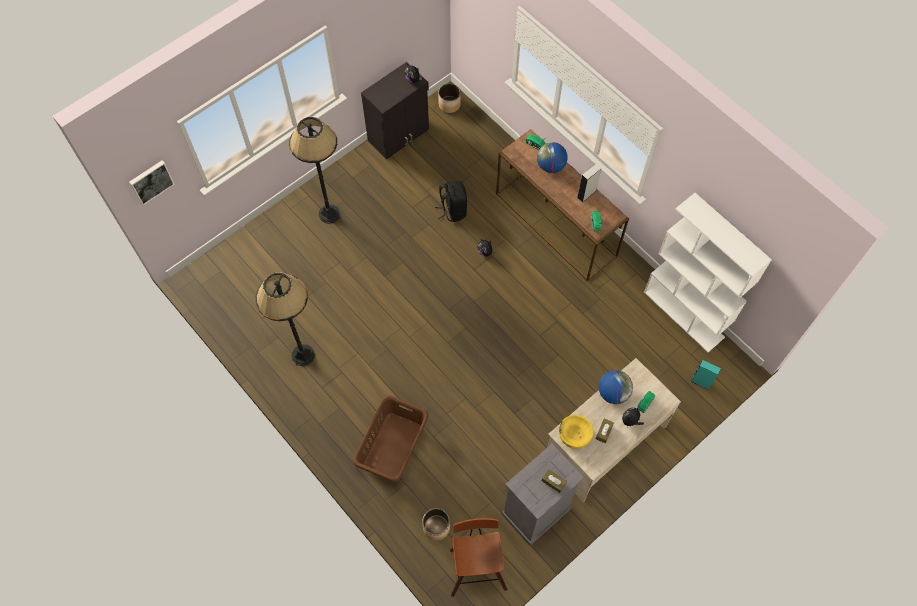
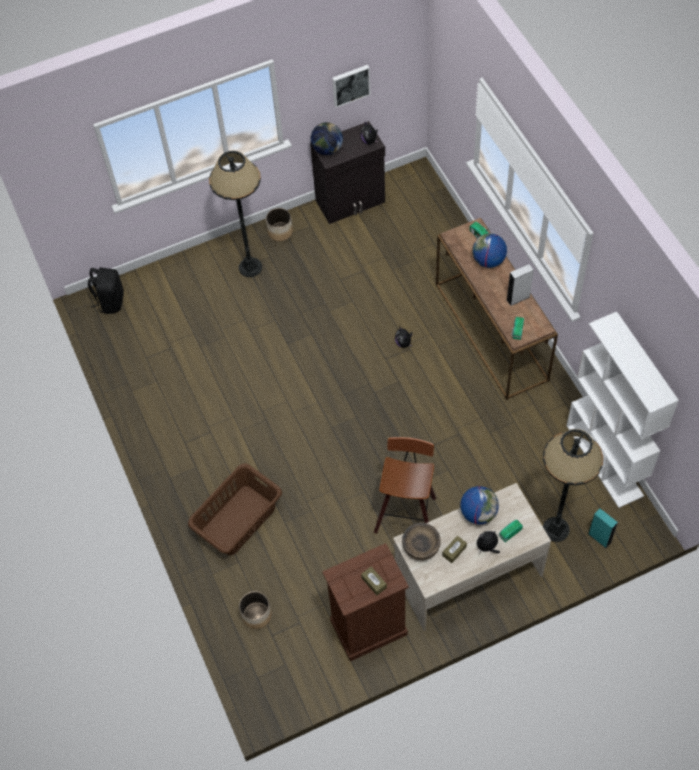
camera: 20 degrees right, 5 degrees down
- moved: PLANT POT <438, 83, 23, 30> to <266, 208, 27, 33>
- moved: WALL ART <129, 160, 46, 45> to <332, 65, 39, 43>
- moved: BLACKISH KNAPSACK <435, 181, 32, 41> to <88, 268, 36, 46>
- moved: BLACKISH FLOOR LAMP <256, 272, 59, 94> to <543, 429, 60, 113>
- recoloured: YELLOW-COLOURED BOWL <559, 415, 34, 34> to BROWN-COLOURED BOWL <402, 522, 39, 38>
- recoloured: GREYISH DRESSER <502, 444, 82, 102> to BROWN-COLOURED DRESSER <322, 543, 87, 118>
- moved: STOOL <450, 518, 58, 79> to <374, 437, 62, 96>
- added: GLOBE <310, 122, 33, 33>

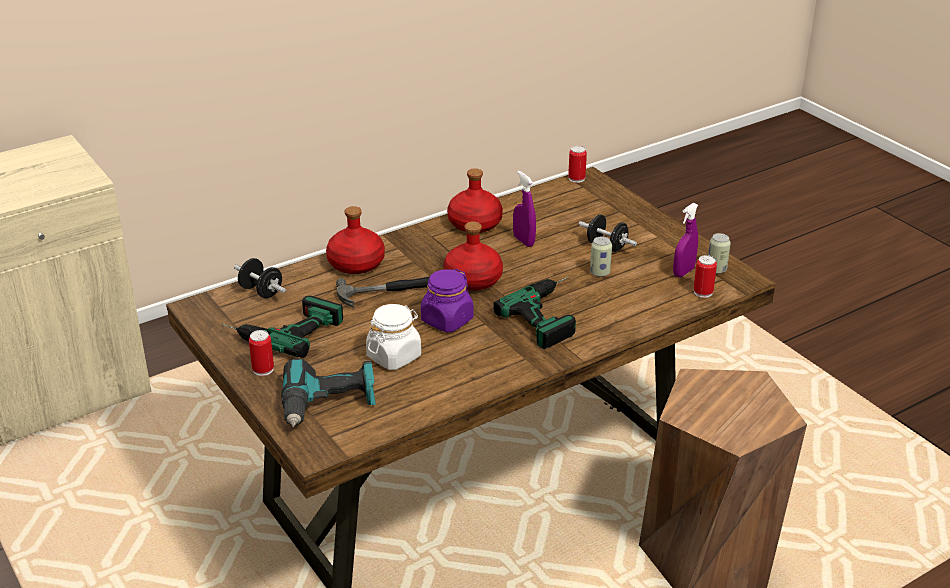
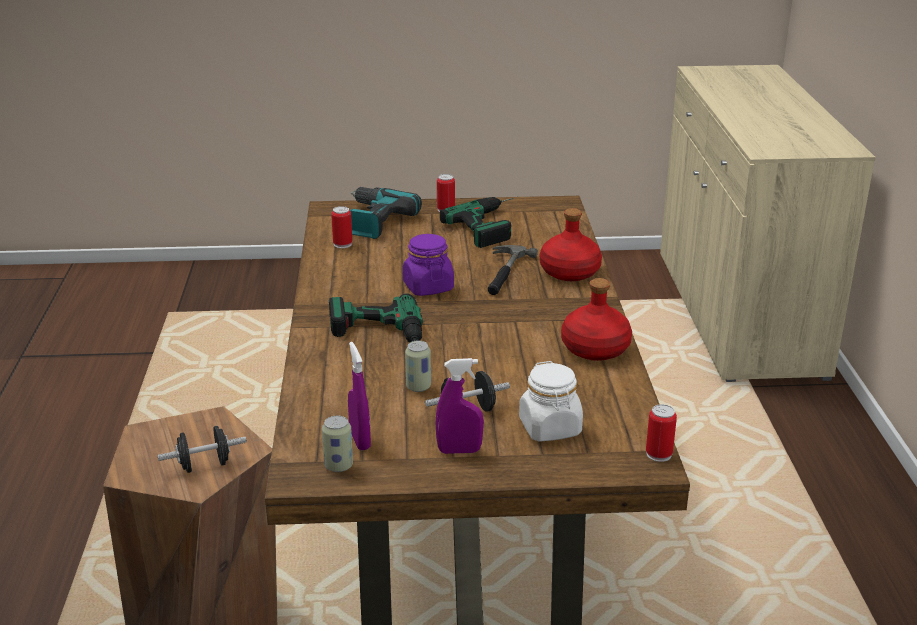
camera: 120 degrees right, 5 degrees down
- moved: PURPLE-COLOURED HAND SPRAYER <513, 171, 23, 76> to <436, 358, 48, 96>
- removed: RED BOTTLE <443, 221, 60, 70>
- moved: METAL CAN <694, 255, 23, 43> to <331, 206, 21, 42>
- moved: BLACKISH DUMBBELL <234, 258, 52, 40> to <157, 426, 90, 47>
- moved: WHITE STORAGE JAR <366, 304, 55, 66> to <519, 361, 64, 81>

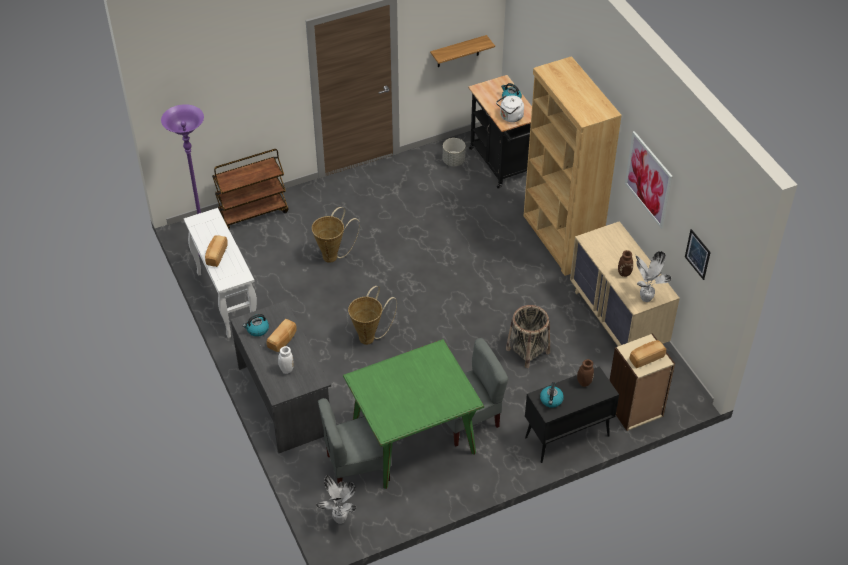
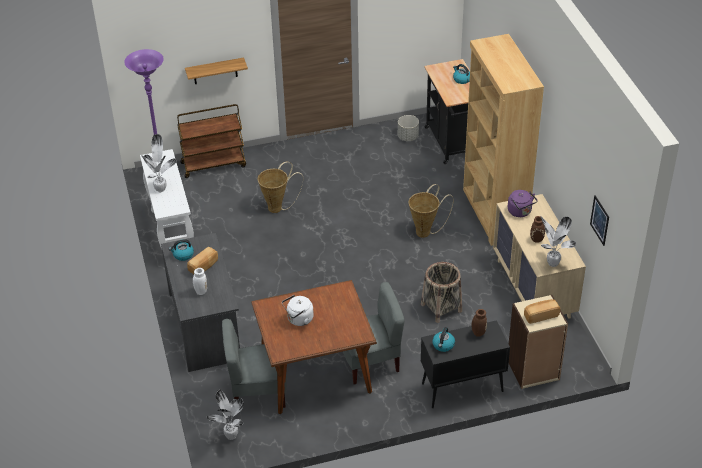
camera: 10 degrees right, 5 degrees down
- moved: BRACKET SHELF <430, 35, 65, 32> to <185, 58, 63, 26>
- moved: WHITE WATER KETTLE <496, 95, 28, 27> to <282, 295, 32, 31>
- removed: WALL ART <625, 131, 48, 98>
- replaced: BREAD <205, 235, 23, 32> to POTTED PLANT <141, 134, 35, 58>
- moved: BASKET <348, 286, 49, 59> to <409, 184, 44, 54>
- recoloured: GREEN DINING TABLE <343, 339, 141, 150> to BROWN-COLOURED DINING TABLE <251, 280, 126, 134>
- added: PURPLE-COLOURED WATER KETTLE <508, 190, 29, 27>

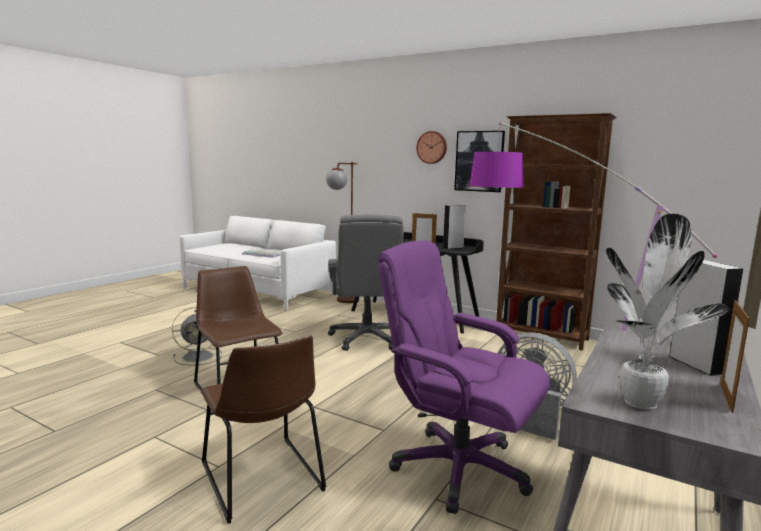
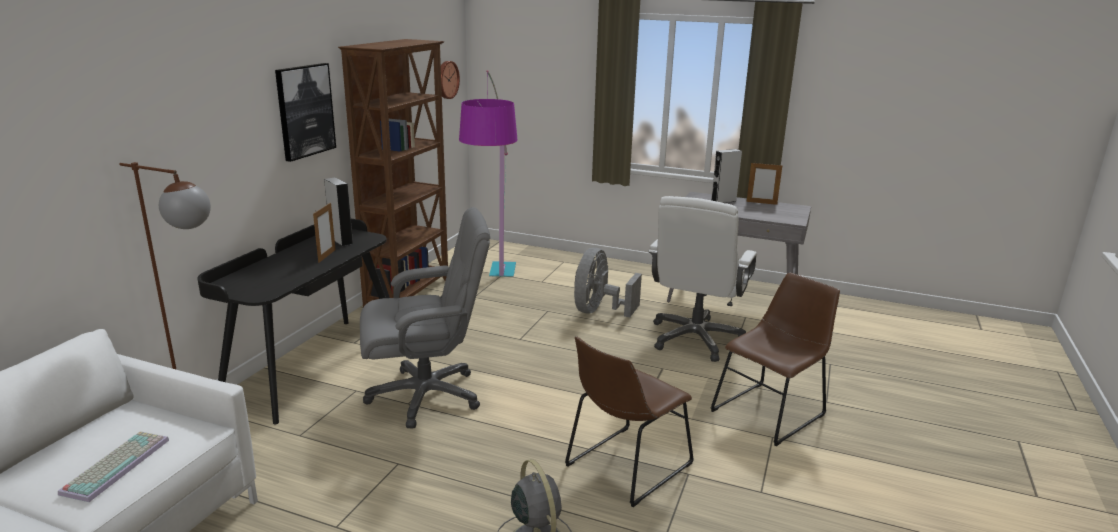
camera: 100 degrees left, 10 degrees up
- moved: WALL CLOCK <416, 131, 31, 33> to <441, 61, 19, 38>
- removed: POTTED PLANT <606, 214, 123, 196>
- recoloured: PURPLE-COLOURED DESK CHAIR <378, 240, 172, 274> to WHITE DESK CHAIR <648, 196, 109, 166>

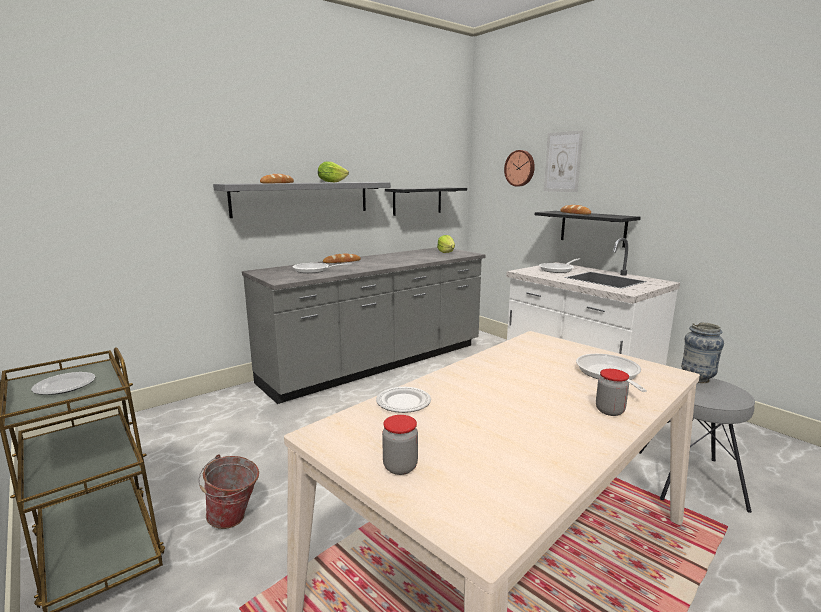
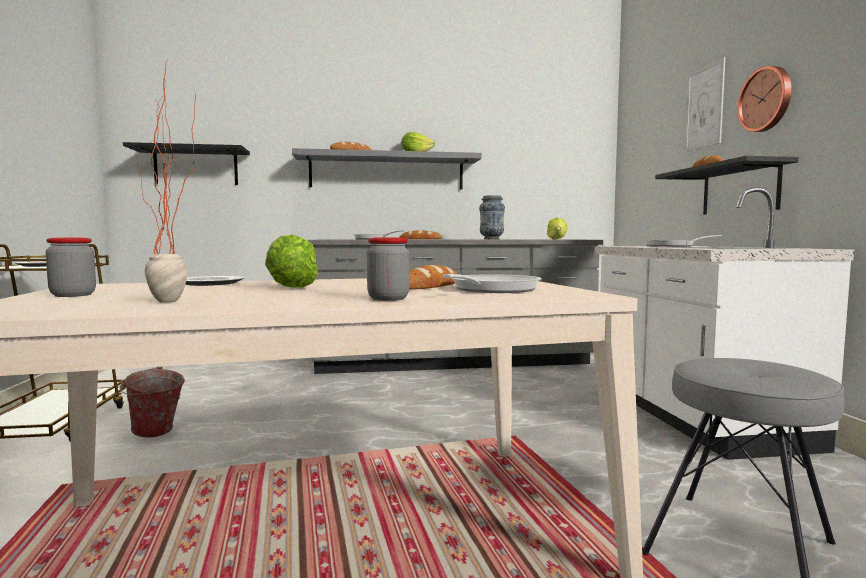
camera: 30 degrees right, 10 degrees down
- moved: WALL CLOCK <504, 150, 31, 36> to <737, 66, 55, 66>
- moved: BLACKISH BRACKET SHELF <385, 187, 82, 29> to <123, 142, 127, 43>
- moved: DECORATIVE VASE <681, 322, 43, 61> to <479, 195, 26, 44>
- added: POTTED PLANT <135, 58, 61, 245>
- added: LETTUCE <265, 235, 53, 53>
- added: BREAD <409, 265, 48, 25>

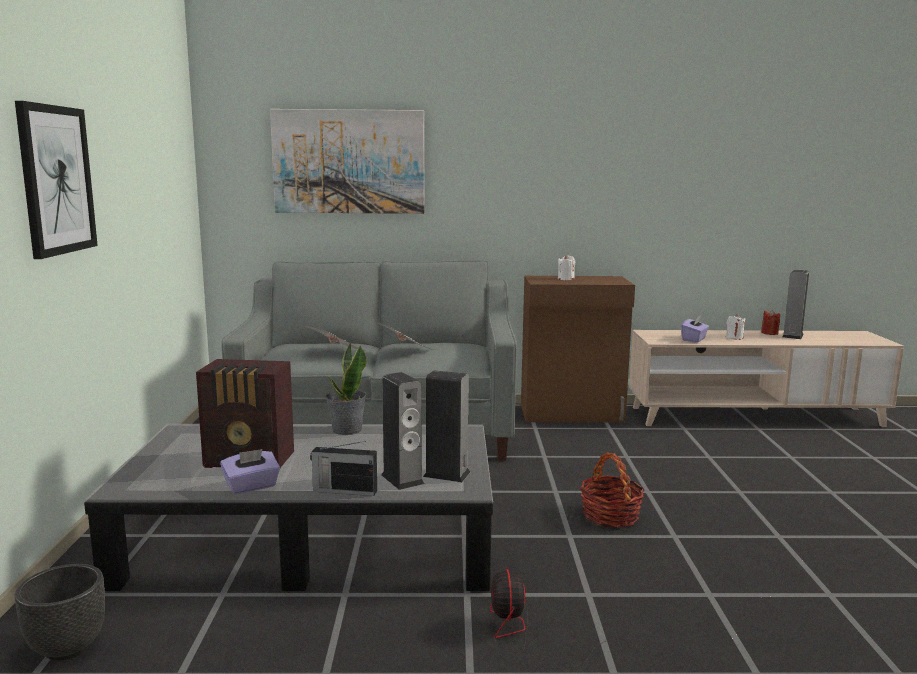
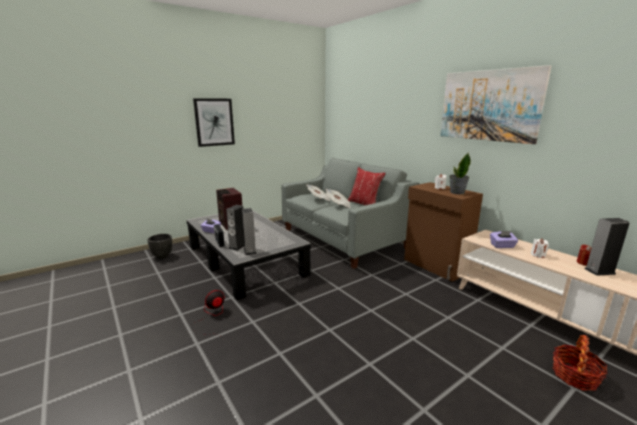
camera: 55 degrees right, 5 degrees up
- moved: WALL ART <270, 109, 154, 105> to <440, 65, 112, 79>
- moved: POTTED PLANT <325, 342, 42, 93> to <449, 152, 22, 42>
- moved: BASKET <580, 452, 64, 76> to <552, 335, 56, 56>
- added: RED CUSHION <348, 167, 38, 38>

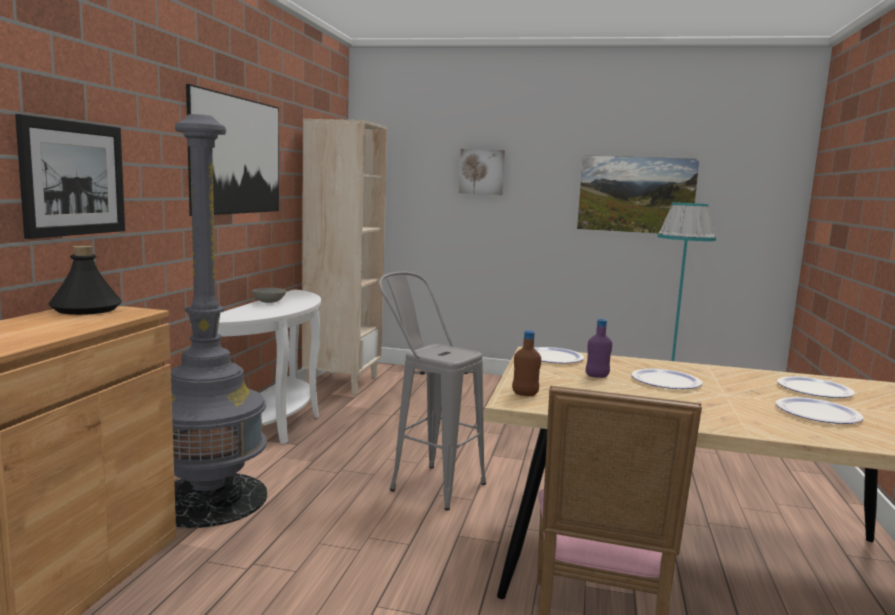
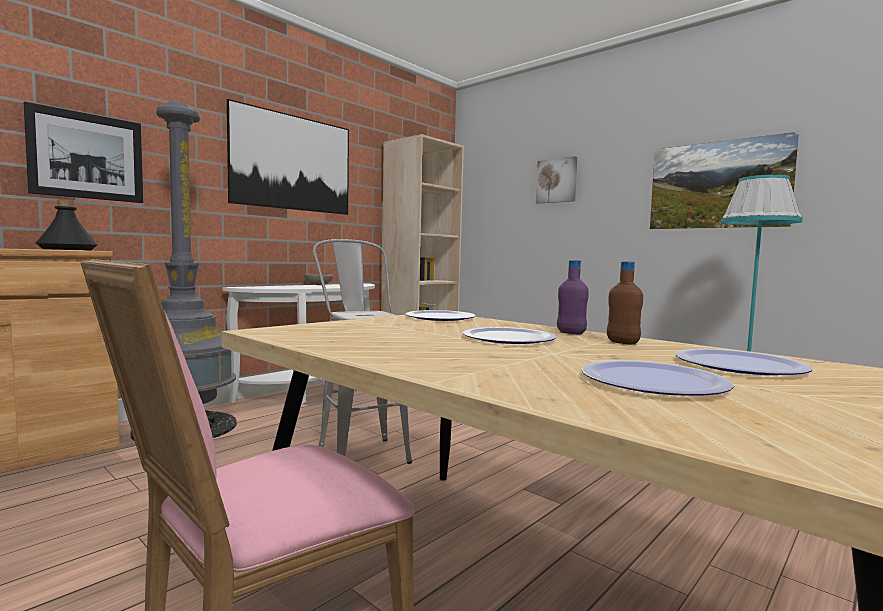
camera: 30 degrees right, 5 degrees down
- moved: PURPLE-COLOURED BOTTLE <586, 319, 26, 59> to <557, 260, 32, 74>
- moved: BROWN-COLOURED BOTTLE <512, 331, 29, 65> to <607, 261, 36, 83>

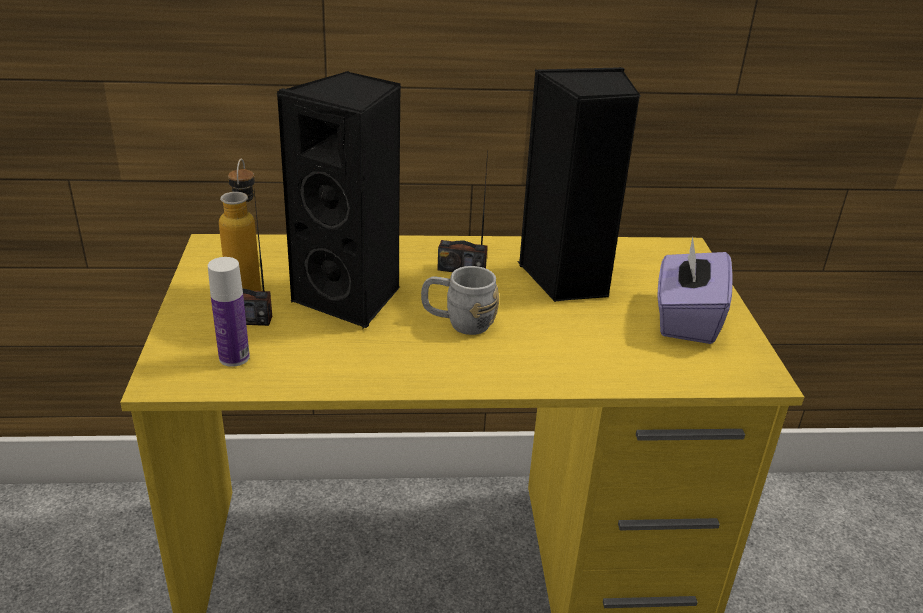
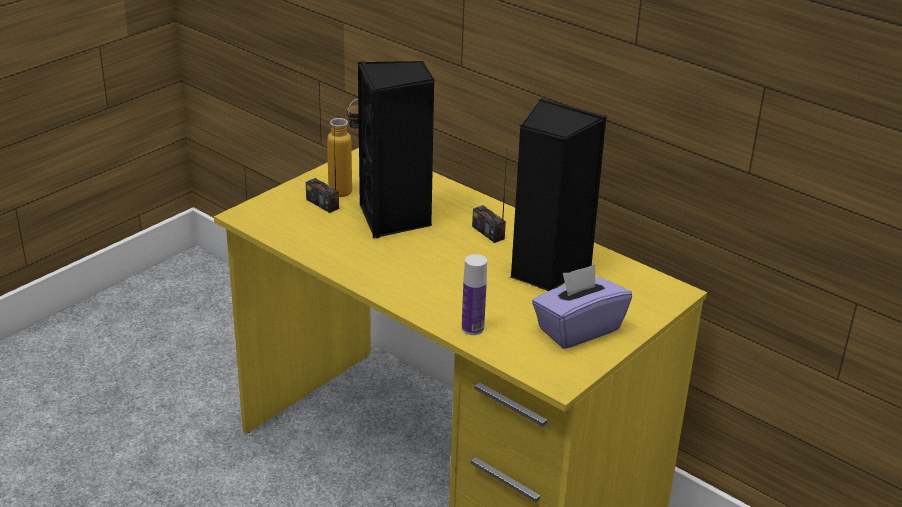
camera: 45 degrees right, 0 degrees up
- moved: BOTTLE <208, 257, 42, 110> to <462, 254, 25, 81>
- removed: GREYISH COFFEE MUG <421, 266, 78, 69>

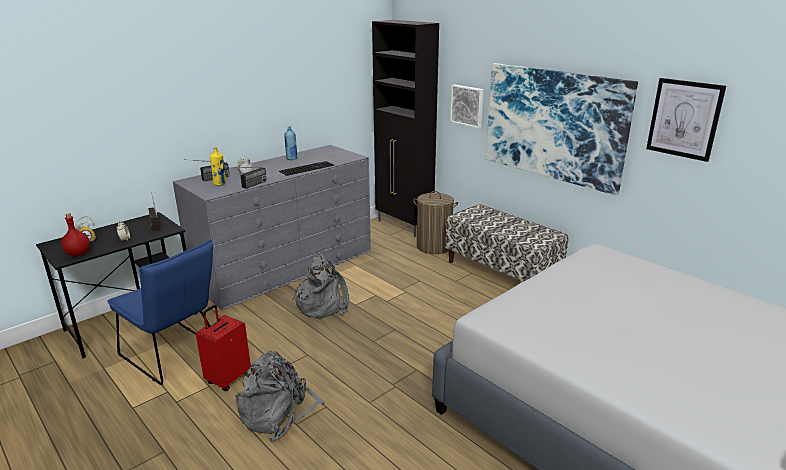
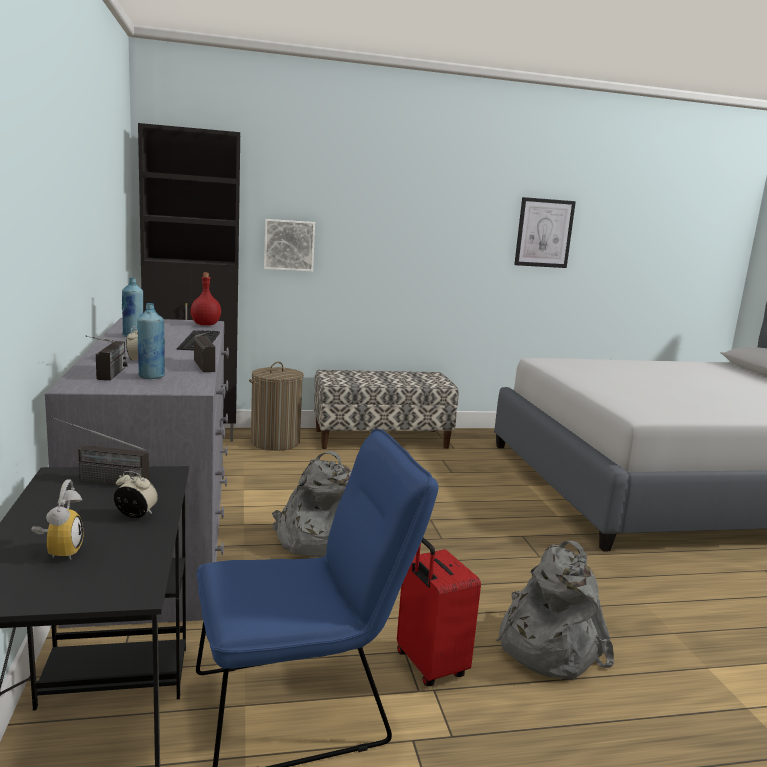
camera: 60 degrees left, 10 degrees down
- removed: WALL ART <486, 63, 152, 132>
- recoloured: YELLOW-COLOURED BOTTLE <210, 148, 16, 38> to BLUE BOTTLE <137, 303, 28, 76>
- moved: RED BOTTLE <61, 213, 29, 43> to <191, 273, 30, 53>

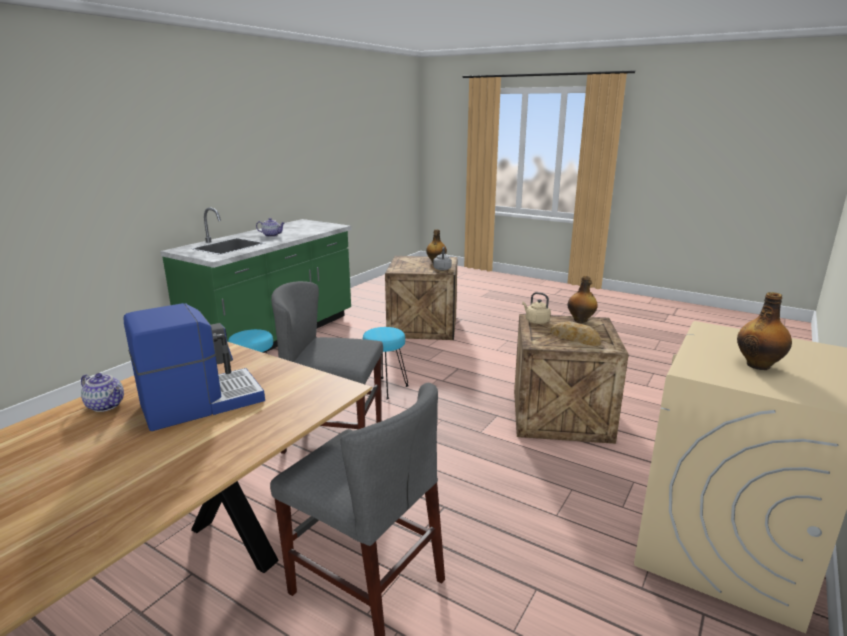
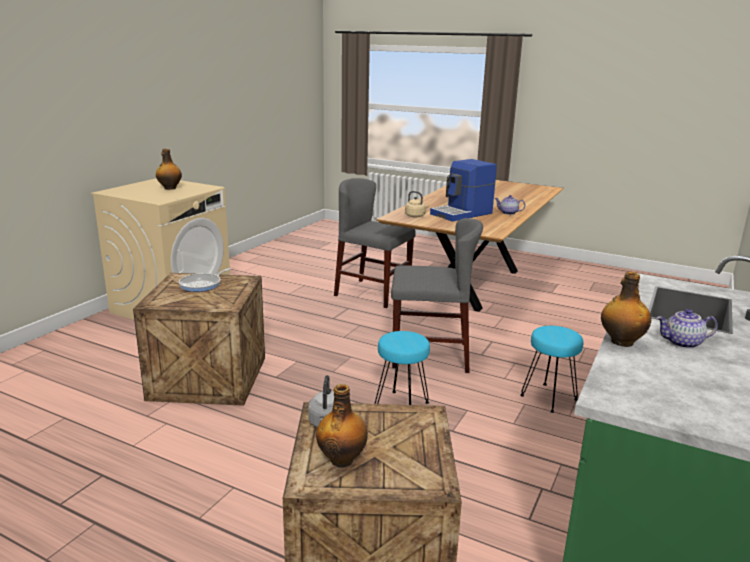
camera: 175 degrees right, 0 degrees up
- moved: BOTTLE <568, 276, 30, 47> to <601, 272, 50, 75>
- moved: BEIGE-COLOURED WATER KETTLE <522, 292, 29, 32> to <405, 191, 24, 26>
- replaced: BREAD <550, 321, 51, 25> to FRYING PAN <179, 268, 52, 24>

